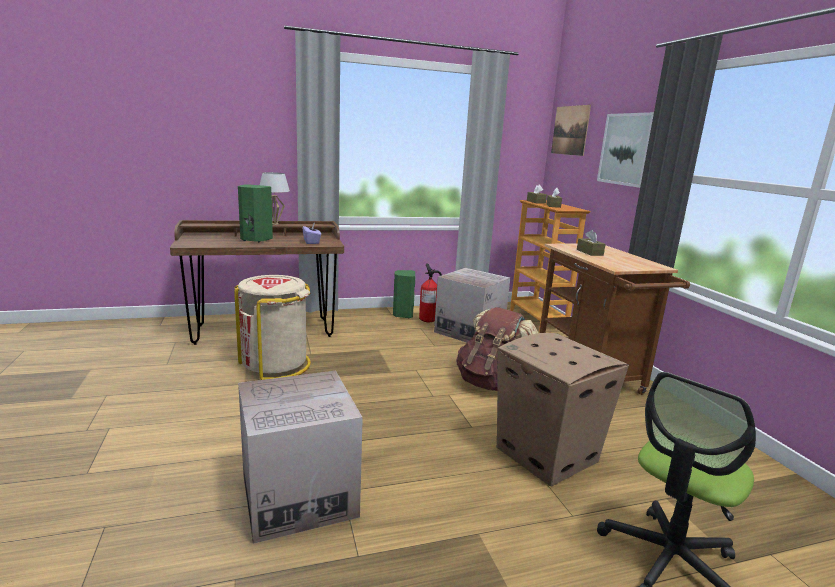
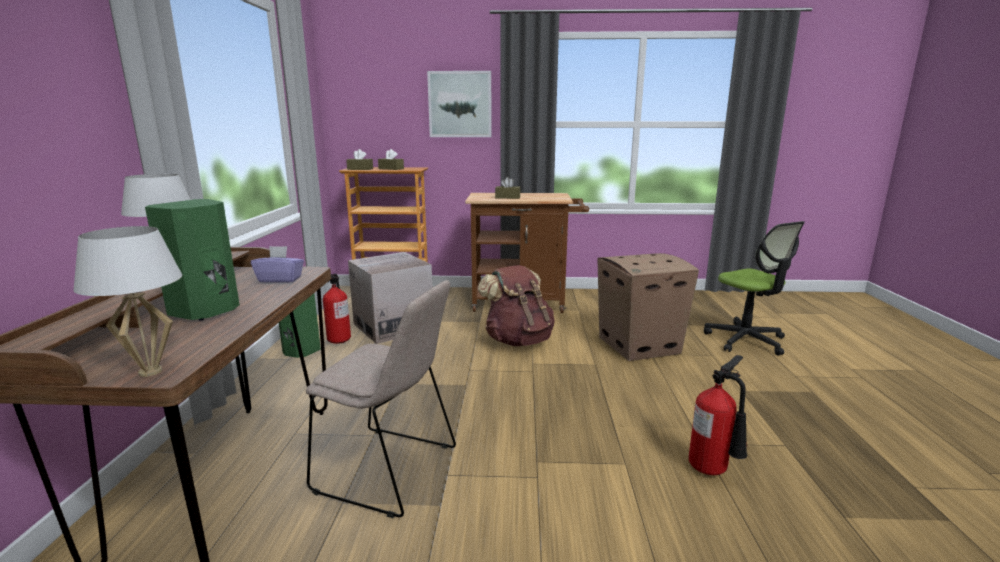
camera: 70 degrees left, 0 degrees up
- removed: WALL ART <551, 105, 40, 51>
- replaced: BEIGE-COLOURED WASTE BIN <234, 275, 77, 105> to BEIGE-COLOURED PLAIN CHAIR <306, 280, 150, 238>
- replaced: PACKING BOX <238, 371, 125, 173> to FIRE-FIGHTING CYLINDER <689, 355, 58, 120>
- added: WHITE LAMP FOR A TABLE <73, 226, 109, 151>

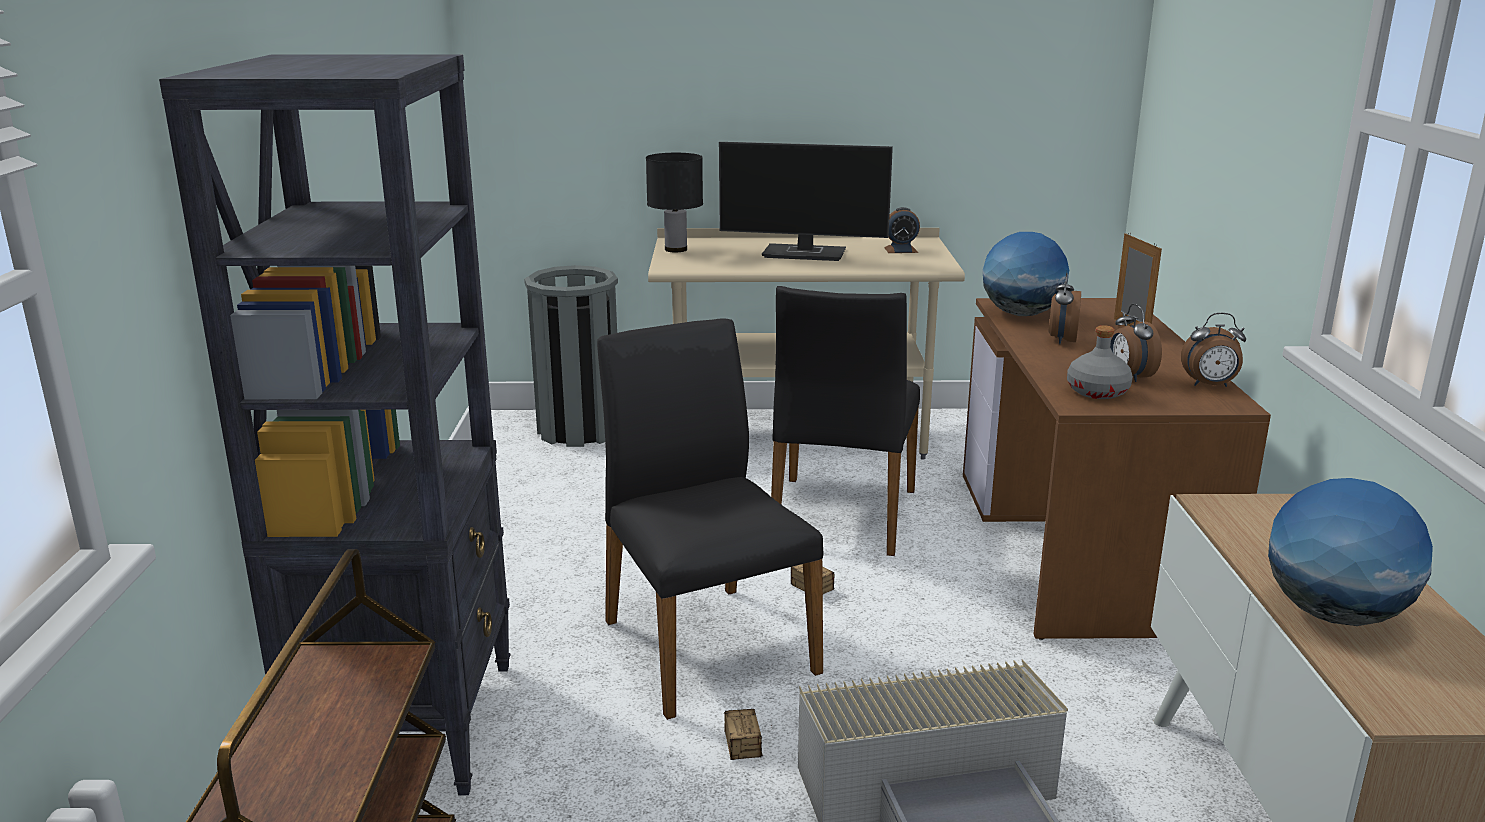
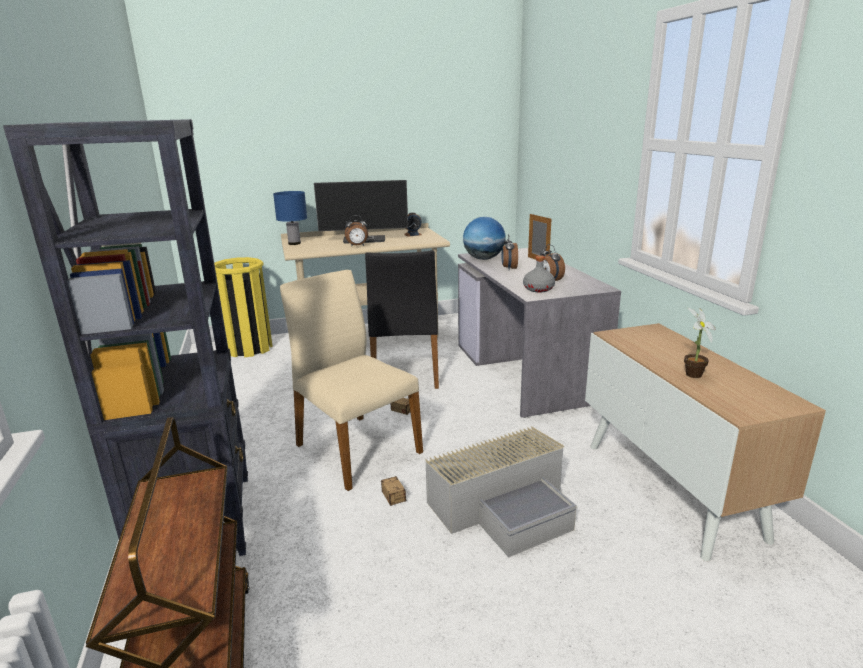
camera: 15 degrees left, 0 degrees up
- recoloured: BLACKISH LAMP FOR A TABLE <646, 153, 57, 99> to BLUE LAMP FOR A TABLE <273, 191, 34, 54>
- recoloured: GREYISH WASTE BIN <524, 265, 94, 182> to YELLOW-COLOURED WASTE BIN <214, 257, 59, 101>
- recoloured: BROWN-COLOURED DESK TABLE <963, 298, 308, 342> to GREYISH DESK TABLE <458, 248, 163, 170>
- moved: ALARM CLOCK <1181, 313, 65, 74> to <345, 215, 23, 32>
- recoloured: BLACKISH PLAIN CHAIR <597, 318, 226, 402> to BEIGE-COLOURED PLAIN CHAIR <280, 270, 143, 221>
- replaced: GLOBE <1268, 478, 165, 148> to POTTED PLANT <684, 308, 32, 70>

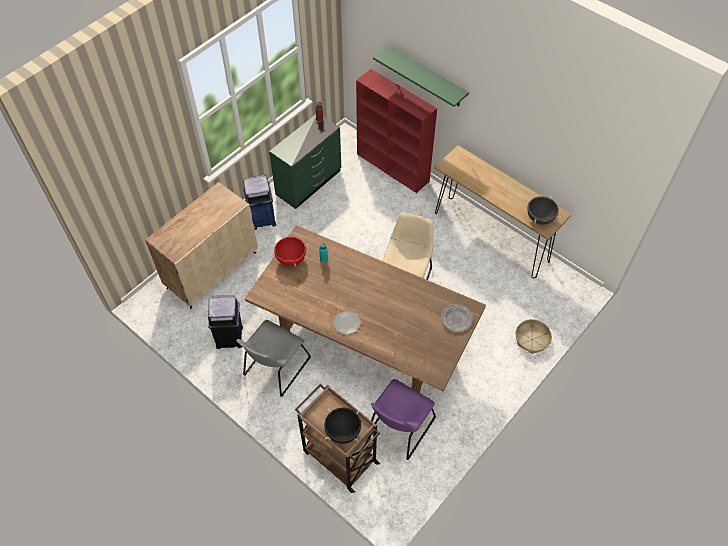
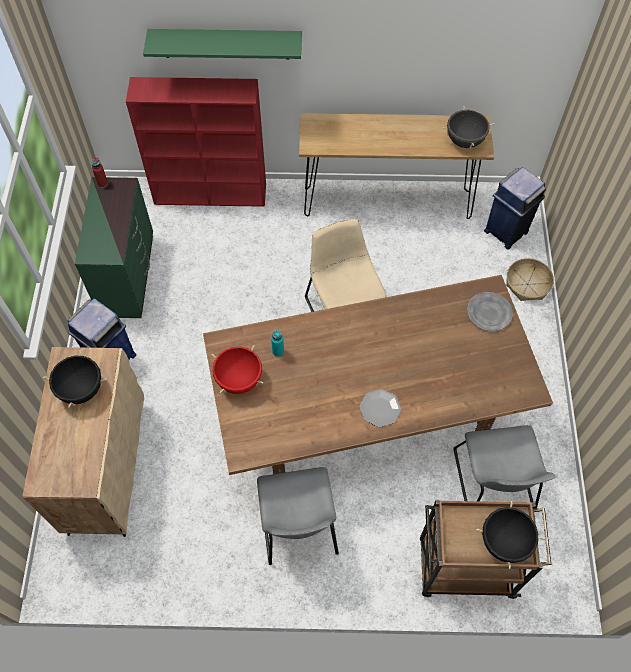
camera: 40 degrees left, 5 degrees up
- moved: BLUE WASTE BIN <208, 295, 35, 54> to <484, 167, 62, 82>
- recoloured: PURPLE-COLOURED PLAIN CHAIR <371, 379, 65, 81> to GREYISH PLAIN CHAIR <454, 425, 102, 84>
- added: BLACKISH COOKING POT <43, 350, 63, 58>

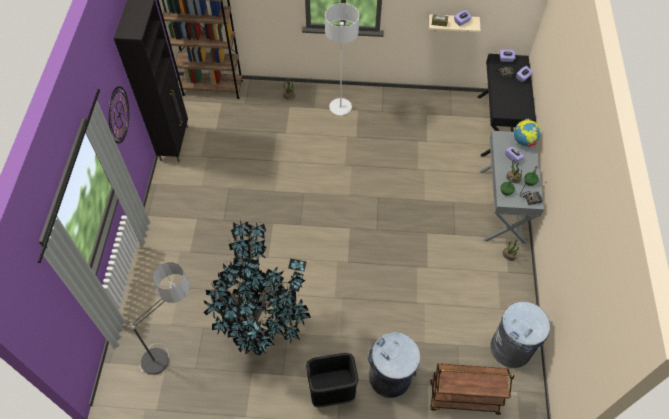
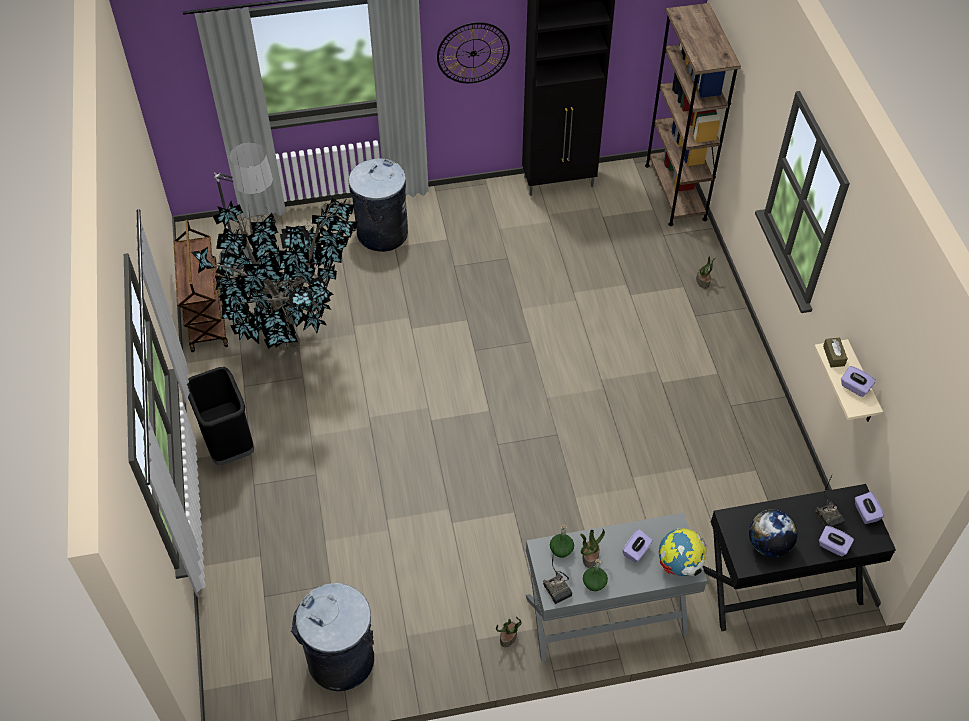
camera: 75 degrees right, 5 degrees down
- removed: GREYISH FLOOR LAMP <325, 3, 34, 112>
- moved: GREYISH WASTE BIN <367, 332, 54, 66> to <349, 158, 59, 94>
- moved: BROWN-COLOURED WHEELED CART <430, 363, 84, 52> to <174, 219, 54, 133>
- added: GLOBE <749, 509, 49, 48>

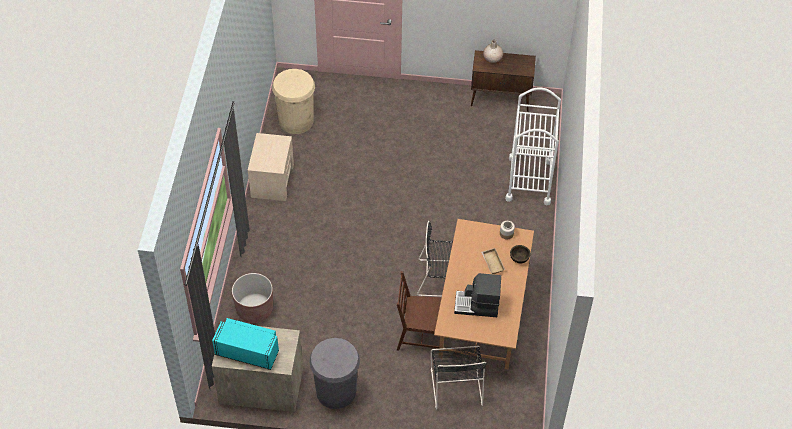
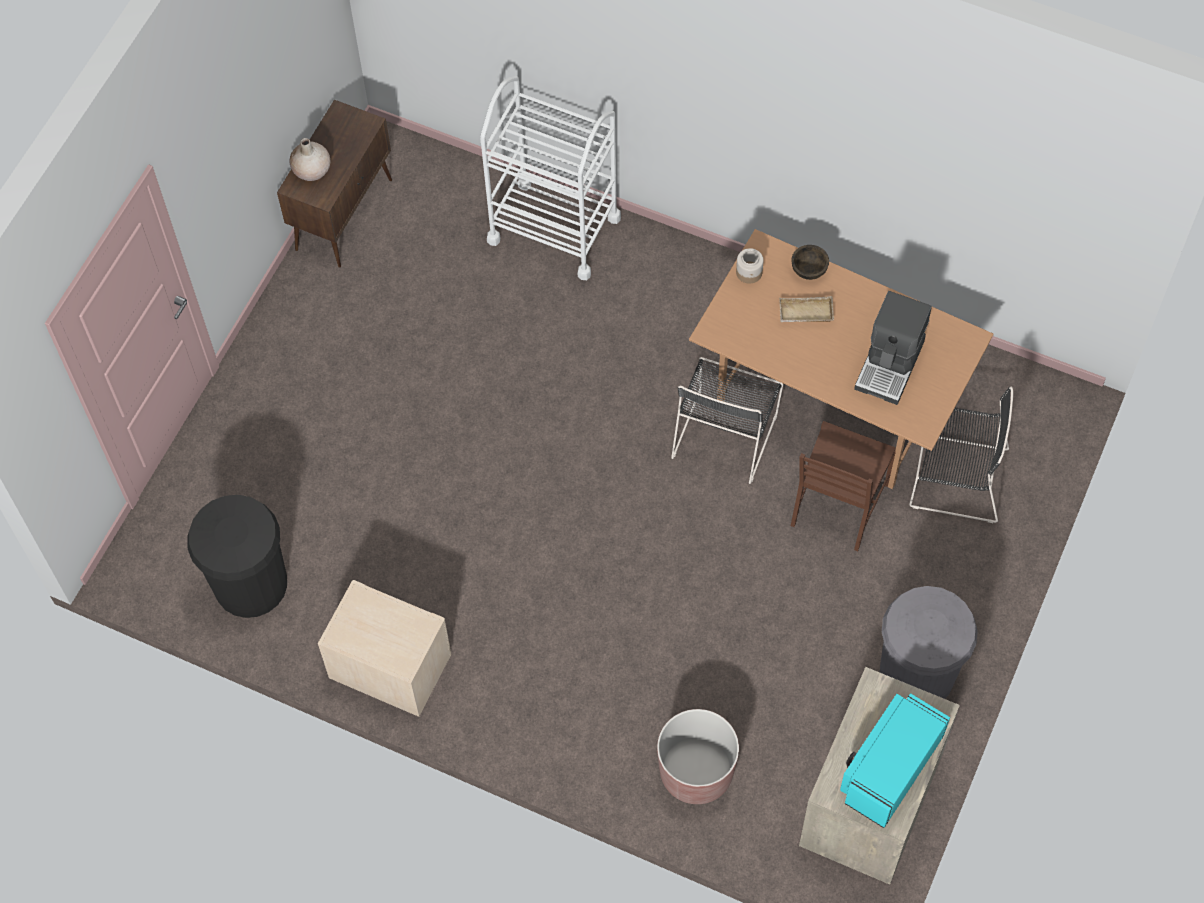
camera: 70 degrees left, 10 degrees up
- recoloured: BEIGE-COLOURED WASTE BIN <272, 69, 43, 65> to BLACKISH WASTE BIN <187, 495, 100, 123>

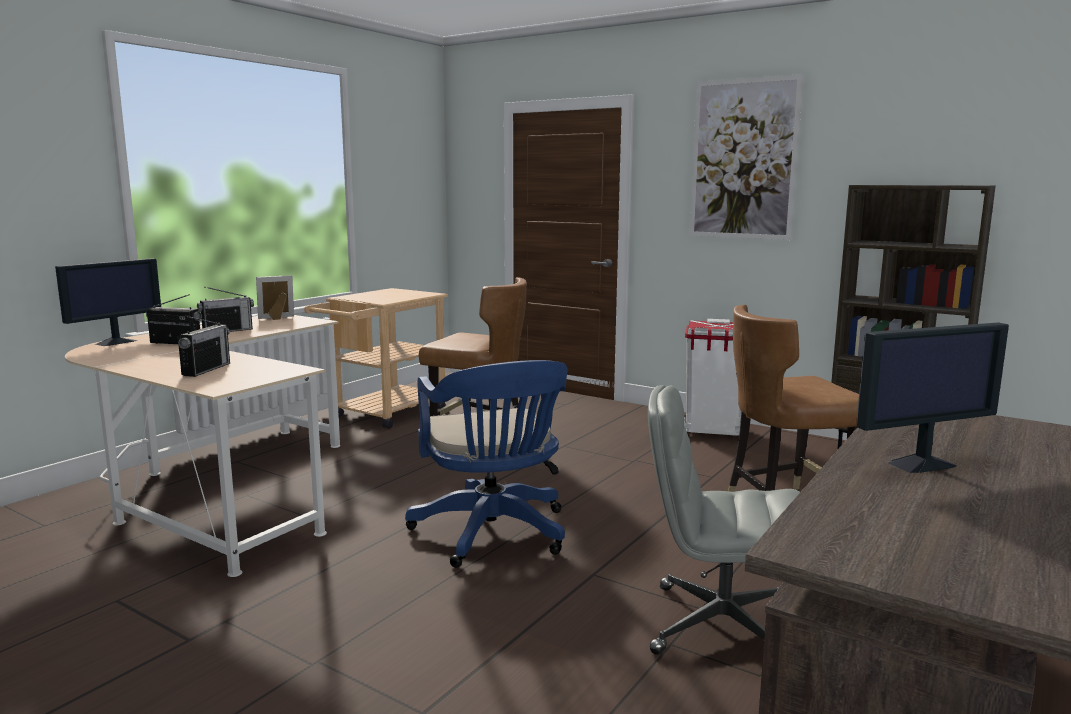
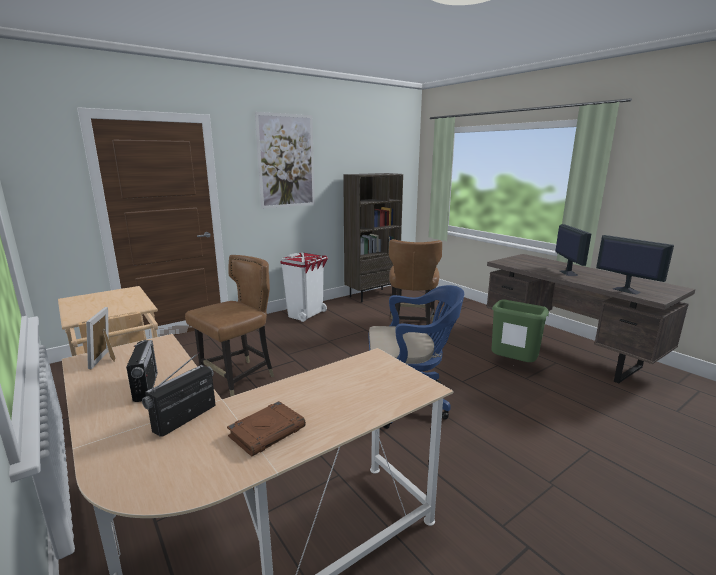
camera: 70 degrees left, 5 degrees up
- moved: MONITOR <55, 258, 106, 88> to <596, 235, 78, 60>
- removed: RADIO RECEIVER <178, 316, 52, 61>
- replaced: GREYISH DESK CHAIR <648, 385, 152, 270> to GREEN WASTE BIN <491, 300, 58, 62>
- added: BROWN-COLOURED BOUND BOOK <227, 401, 79, 56>

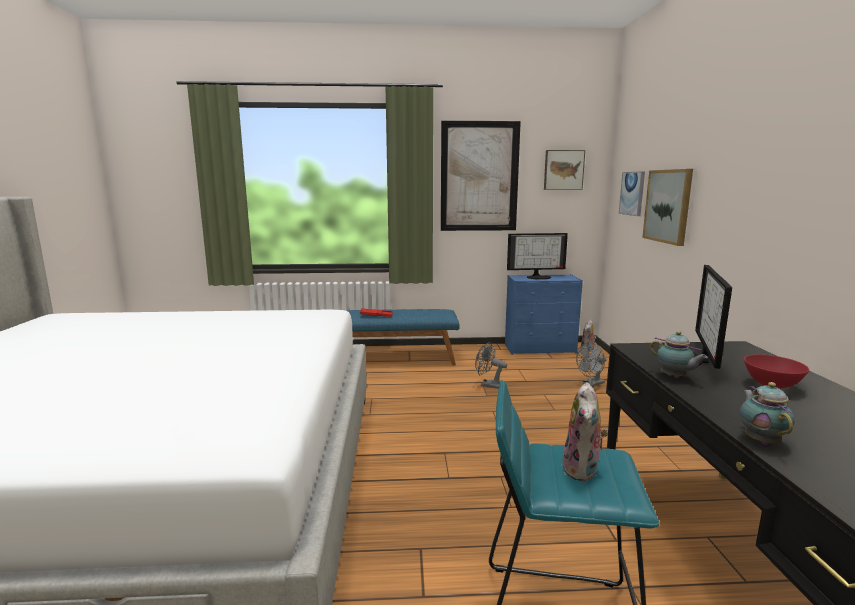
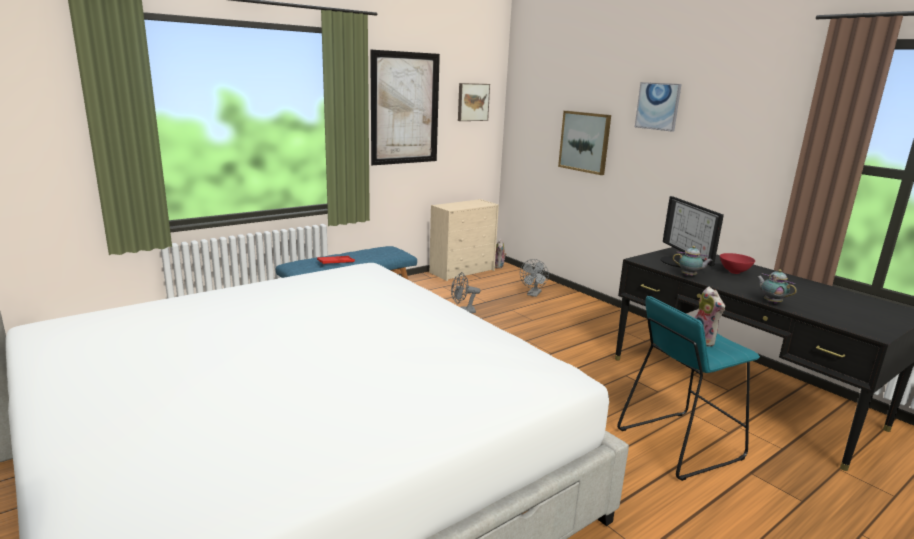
camera: 35 degrees left, 5 degrees up
- moved: WALL ART <619, 171, 26, 45> to <635, 82, 47, 50>
- removed: MONITOR <507, 233, 61, 47>
- recoloured: BLUE DRESSER <505, 274, 78, 81> to BEIGE-COLOURED DRESSER <429, 199, 70, 82>

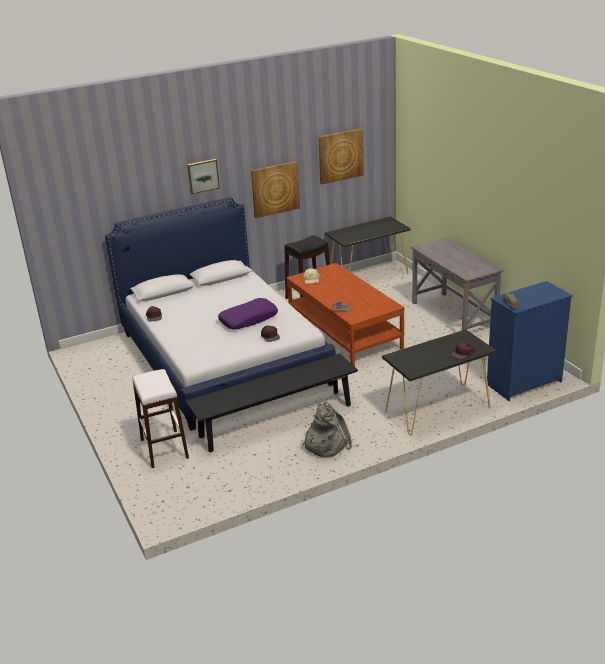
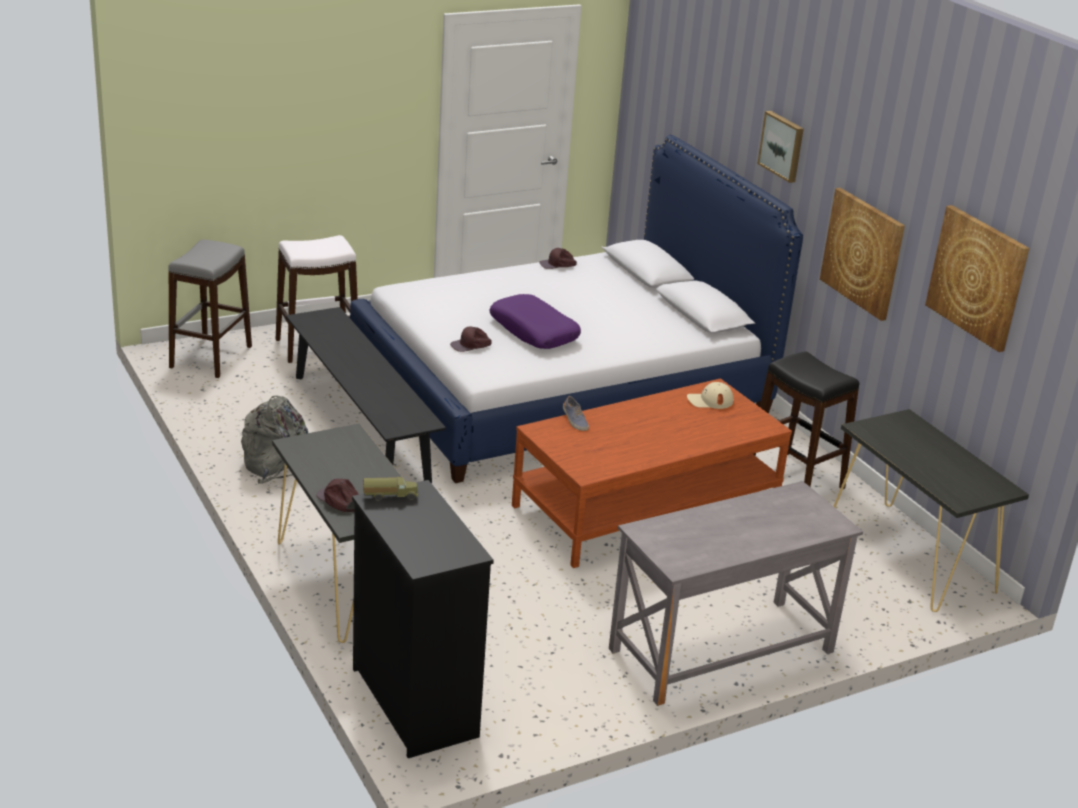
camera: 85 degrees right, 0 degrees up
- recoloured: BLUE DRESSER <487, 281, 86, 120> to BLACKISH DRESSER <352, 480, 142, 278>
- added: GREYISH STOOL <168, 239, 84, 139>

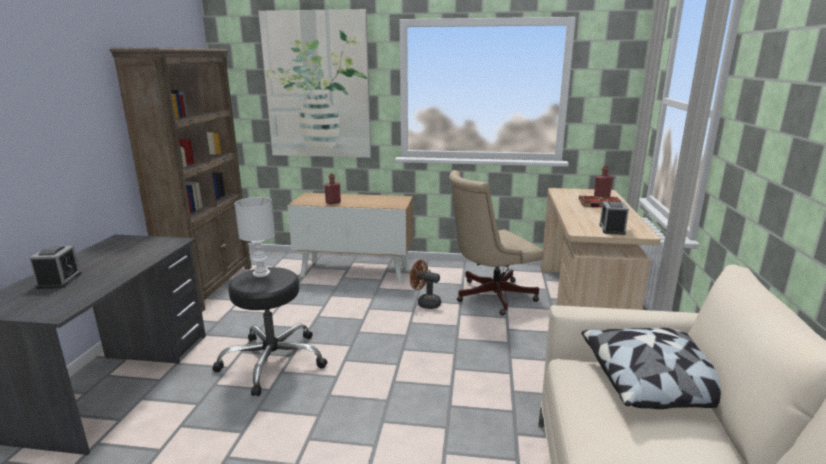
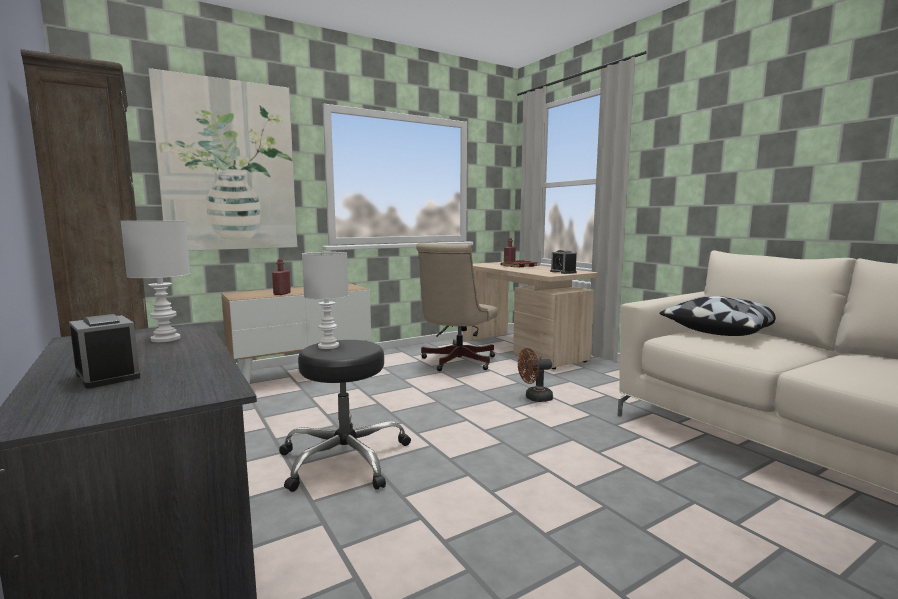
camera: 40 degrees left, 10 degrees down
- moved: BROWN-COLOURED ELECTRIC FAN <410, 260, 31, 49> to <518, 348, 35, 54>
- added: WHITE LAMP FOR A TABLE <121, 221, 69, 121>

